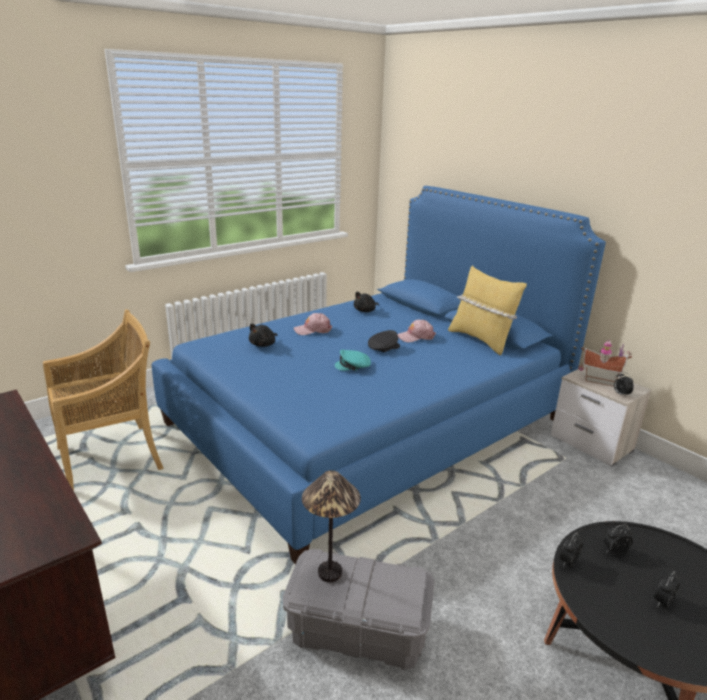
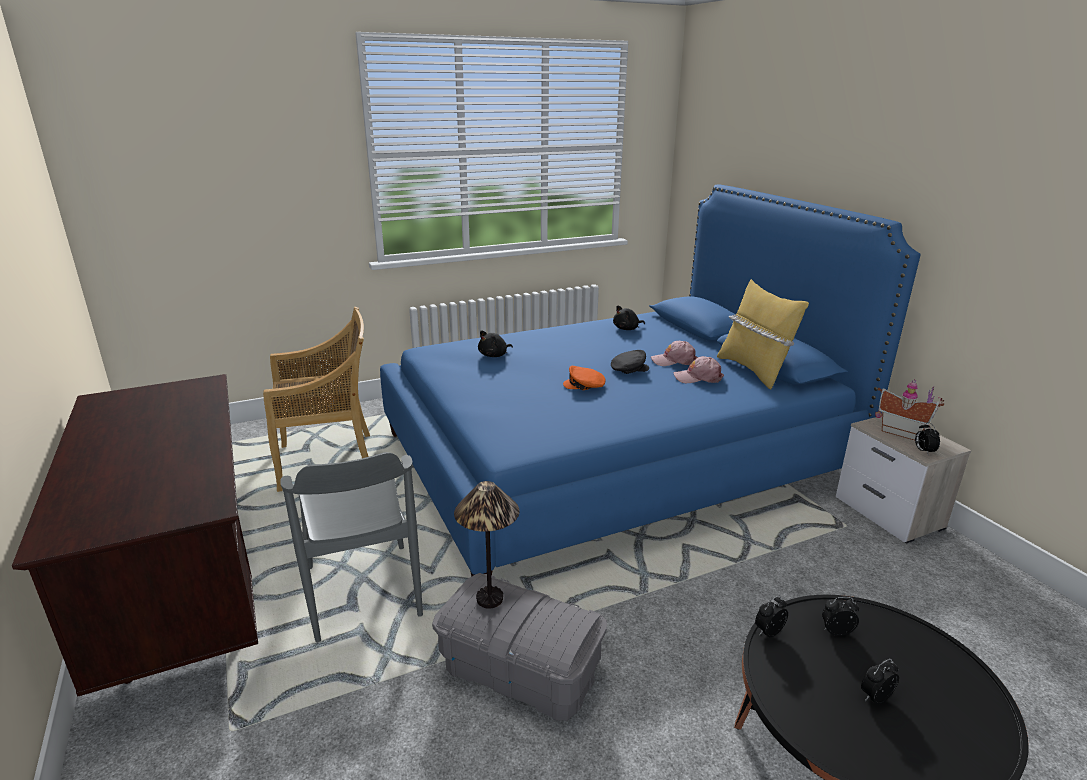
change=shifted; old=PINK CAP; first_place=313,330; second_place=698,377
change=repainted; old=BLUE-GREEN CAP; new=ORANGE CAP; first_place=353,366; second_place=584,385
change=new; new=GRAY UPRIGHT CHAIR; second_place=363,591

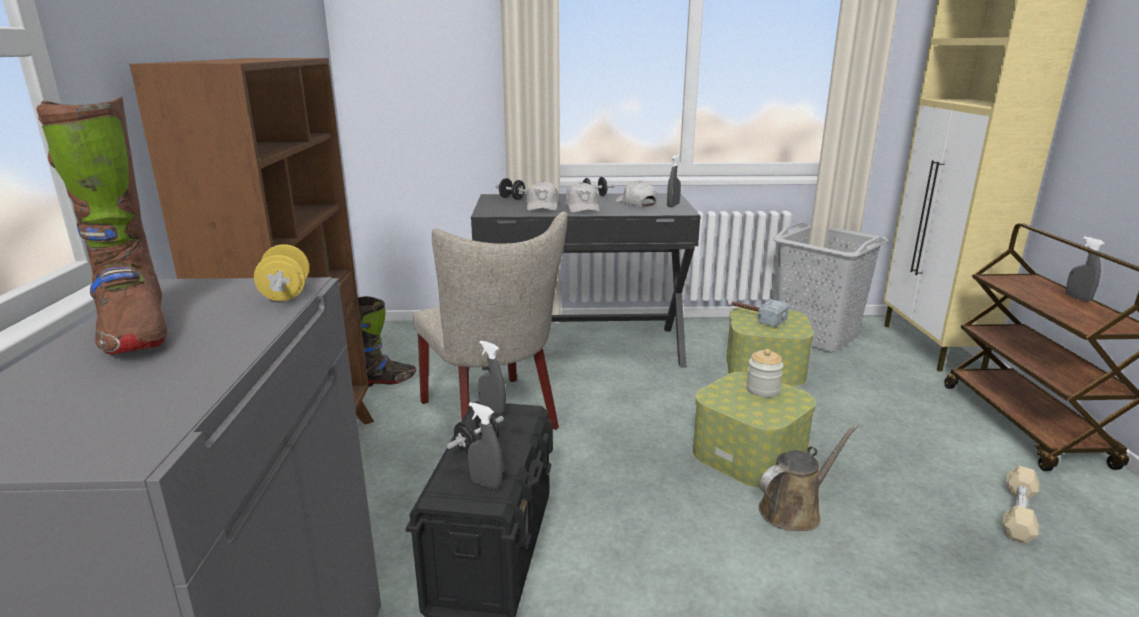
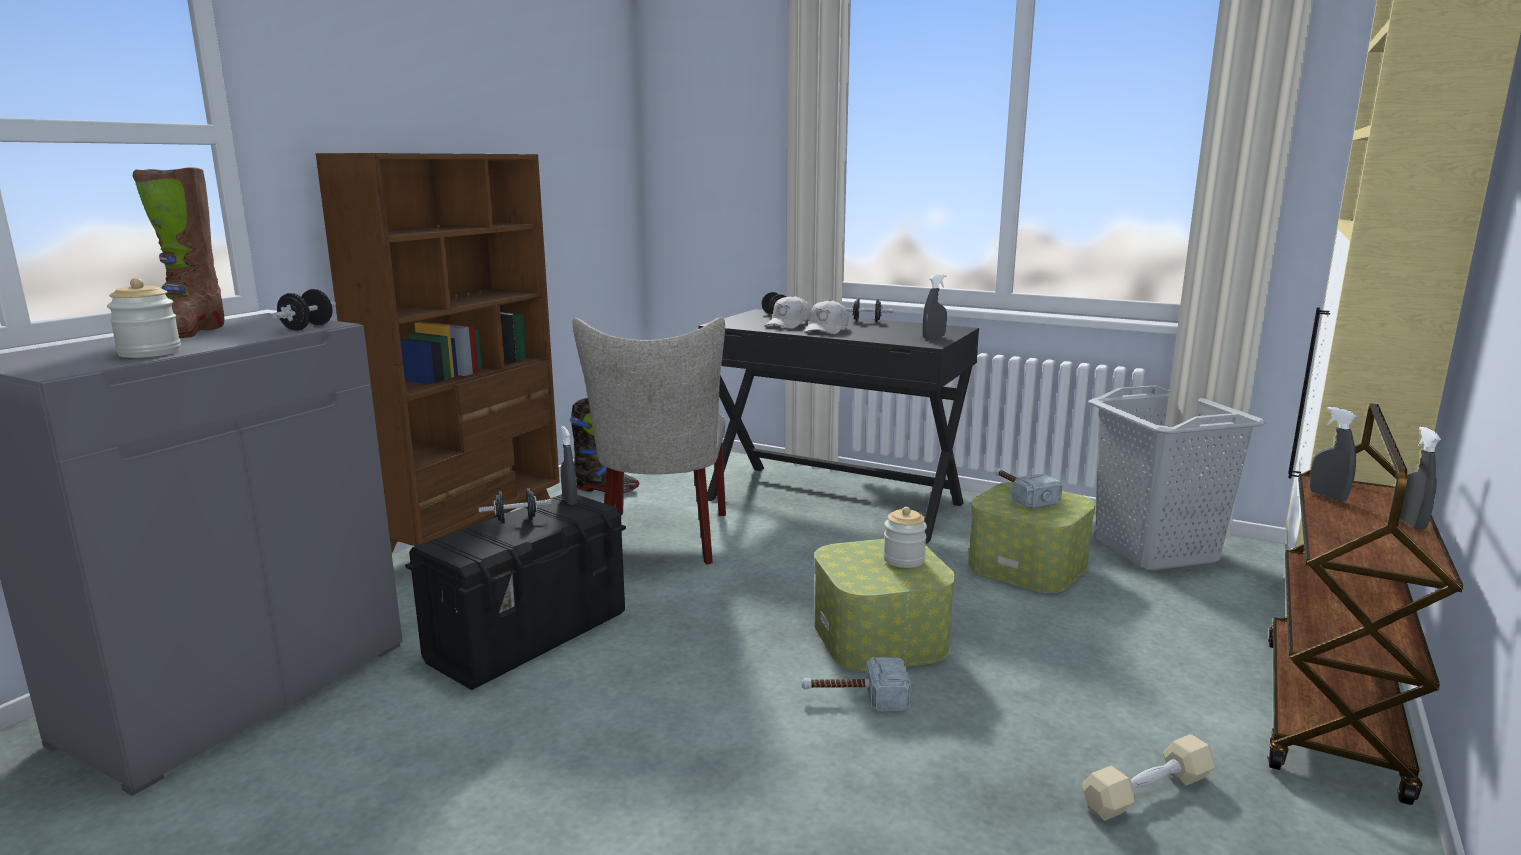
change=repainted; old=YELLOWISH HAND WEIGHT; new=BLACKISH HAND WEIGHT; first_place=286,294; second_place=307,327
change=shifted; old=GRAY SPRAY BOTTLE; first_place=486,483; second_place=1327,496
change=gone; old=WHITE-COLOURED CAP; first_place=636,204
change=swapped; old=BROWNISH SPRINKLING CAN; new=TOOL HAMMER; first_place=794,510; second_place=854,697
change=new; new=JAR; second_place=150,353

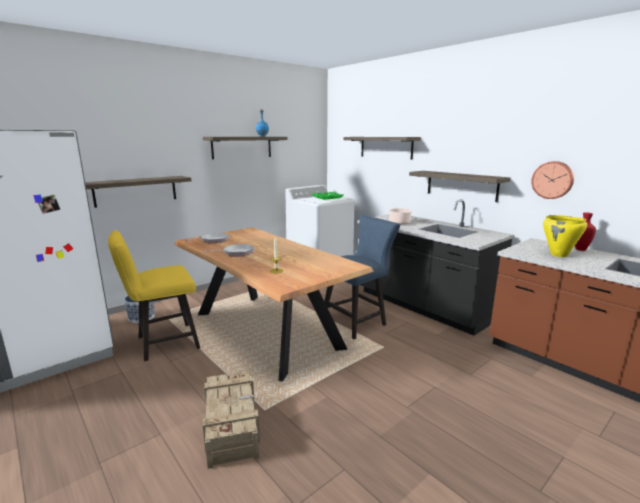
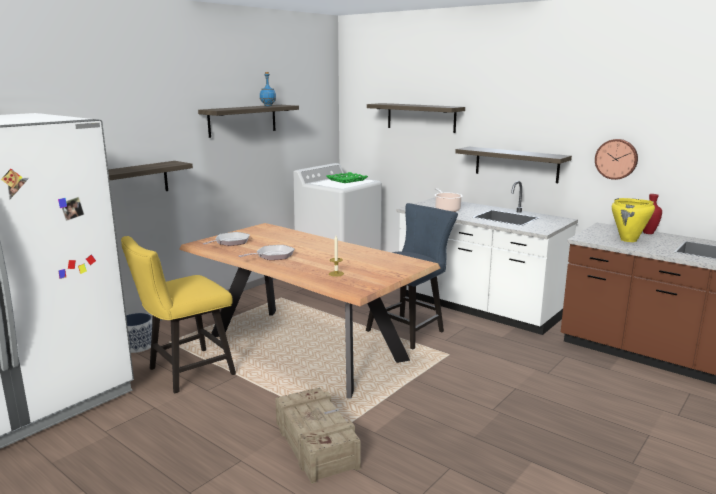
change=repainted; old=BLACKISH KITCHEN COUNTER; new=WHITE-COLOURED KITCHEN COUNTER; first_place=422,305; second_place=478,307

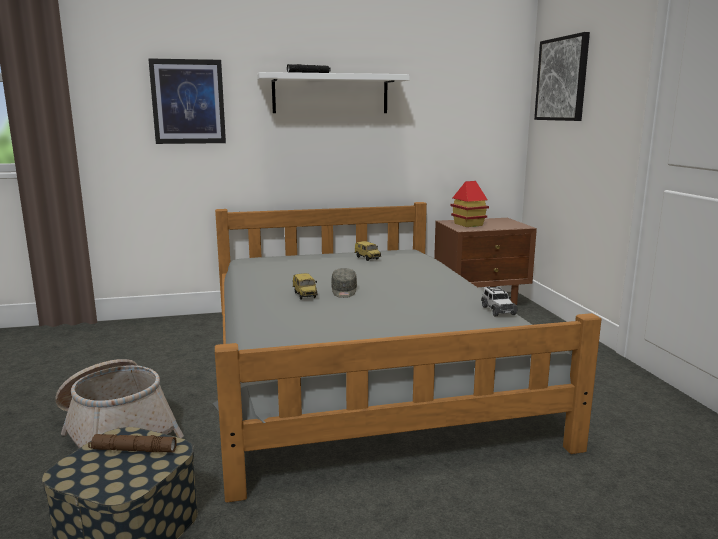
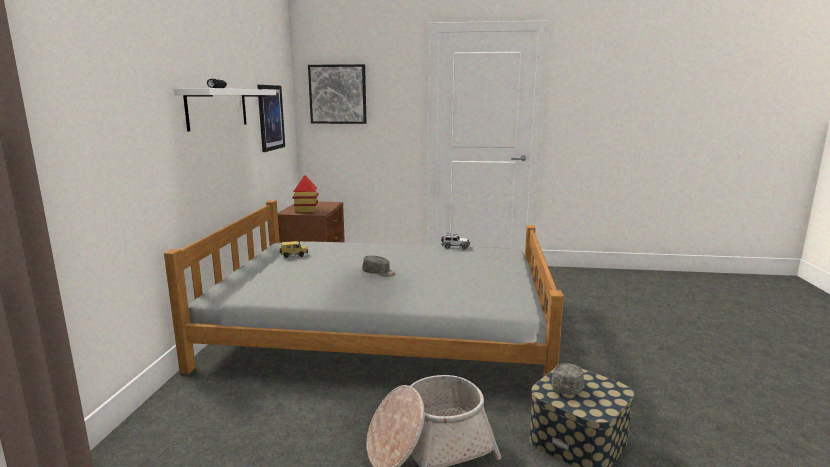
change=swapped; old=BROWNISH TORCH; new=GRAY CAP; first_place=133,450; second_place=567,386
change=shifted; old=WALL ART; first_place=188,102; second_place=270,117
change=gone; old=TOY CAR; first_place=306,296

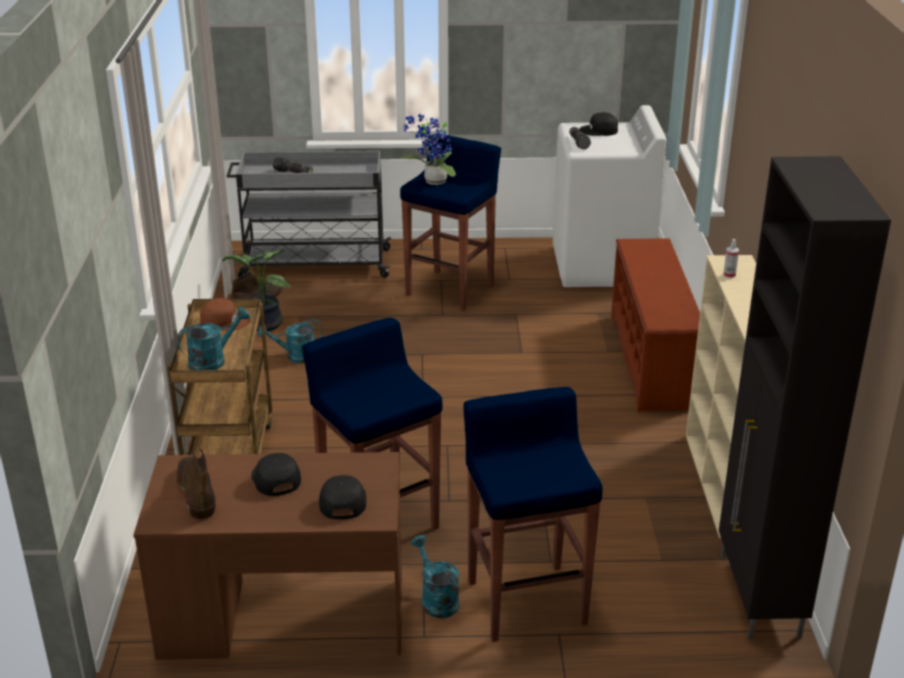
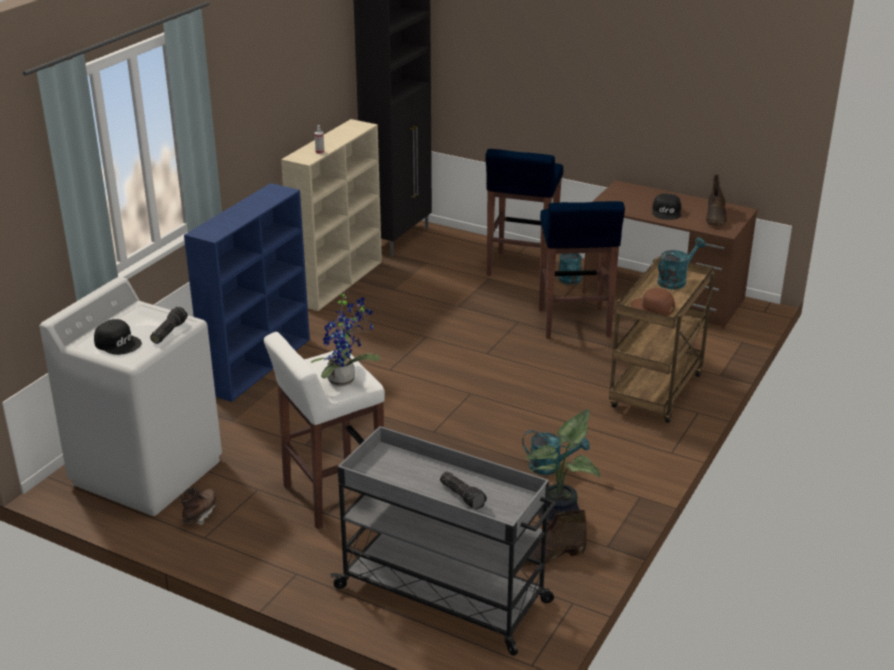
change=rotated; old=BLUE-GREEN SPRINKLING CAN; first_place=213,360; second_place=675,280; degrees=150
change=gone; old=BLACKISH CAP; first_place=341,501
change=repainted; old=BLUE-COLOURED STOOL SEAT; new=WHITE-COLOURED STOOL SEAT; first_place=451,290; second_place=331,496
change=swapped; old=BROWNISH SHOE RACK; new=BLUE-COLOURED BOOKSHELF; first_place=651,361; second_place=258,364
change=new; new=BROWNISH HIGH-TOP BOOT; second_place=200,514

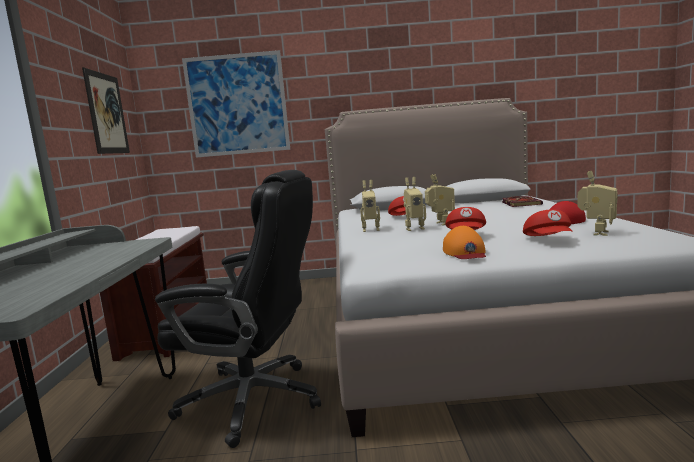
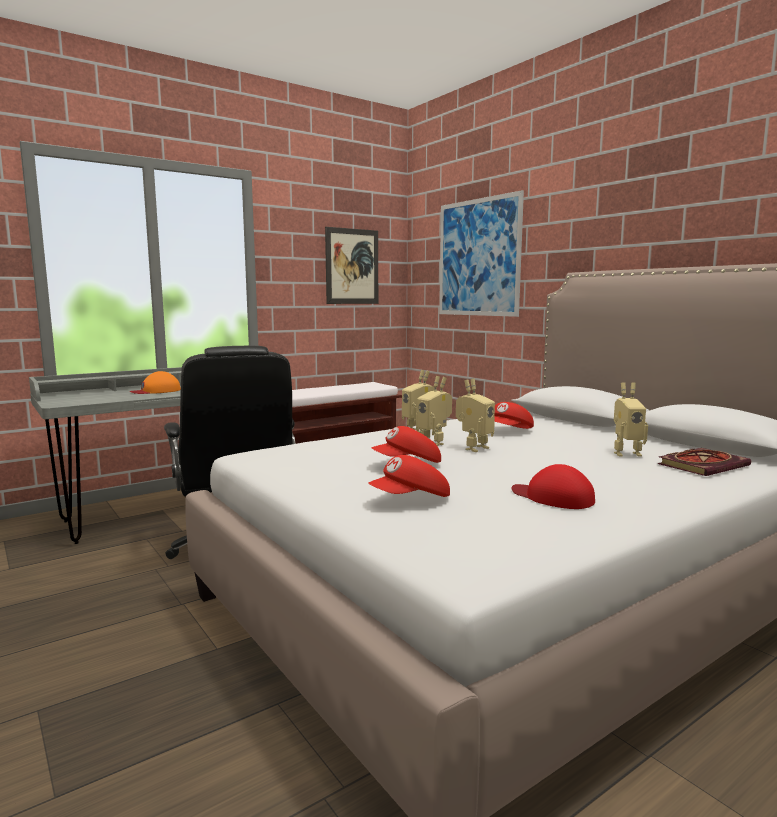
change=shifted; old=ORANGE CAP; first_place=465,252; second_place=156,391
change=shifted; old=TOY ROBOT; first_place=596,233; second_place=625,453

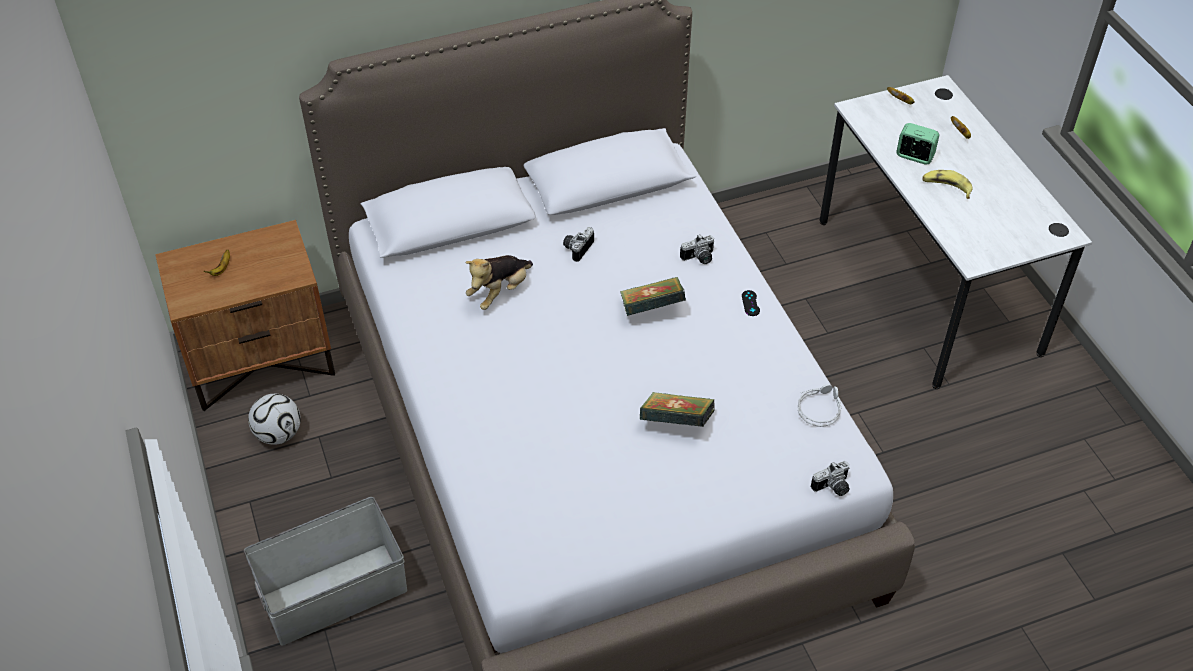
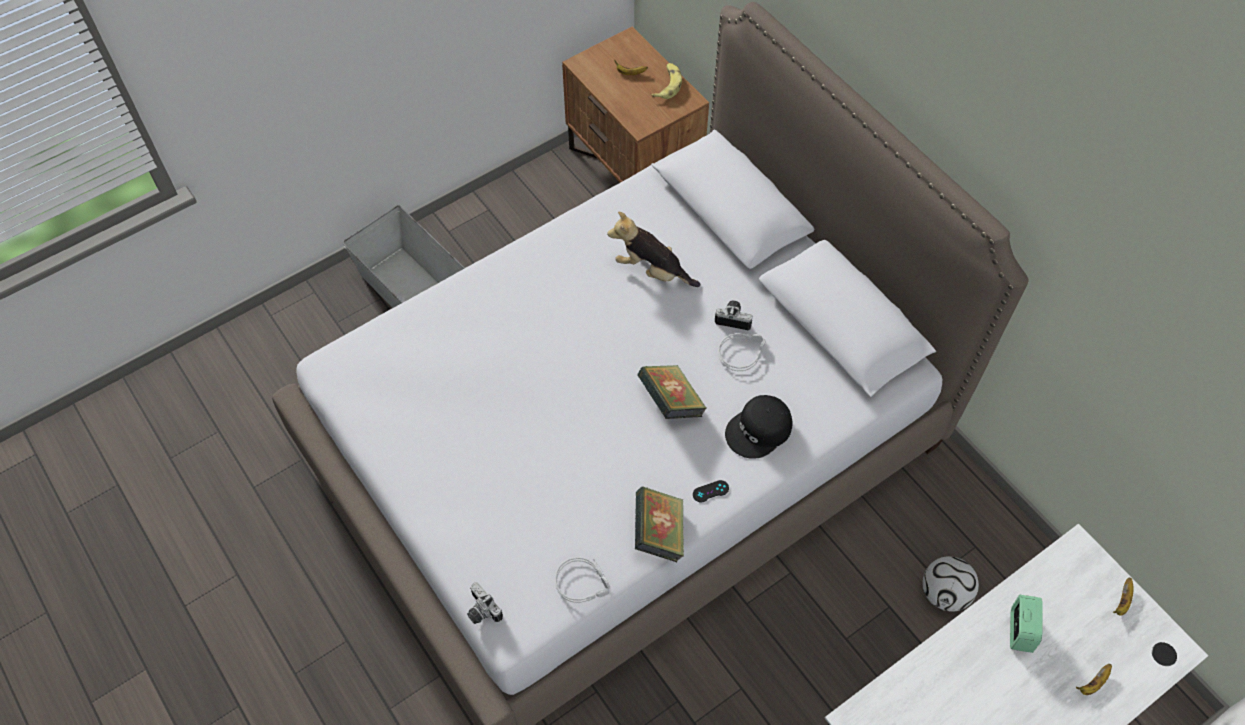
change=shifted; old=FOOTBALL; first_place=278,434; second_place=944,593
change=shifted; old=VOLUME; first_place=676,423; second_place=659,533
change=swapped; old=STILL CAMERA; new=BLACKISH CAP; first_place=699,258; second_place=759,430
change=shifted; old=WHOLE BANANA; first_place=946,187; second_place=667,85
change=new; new=GRAY HEADPHONES; second_place=741,352

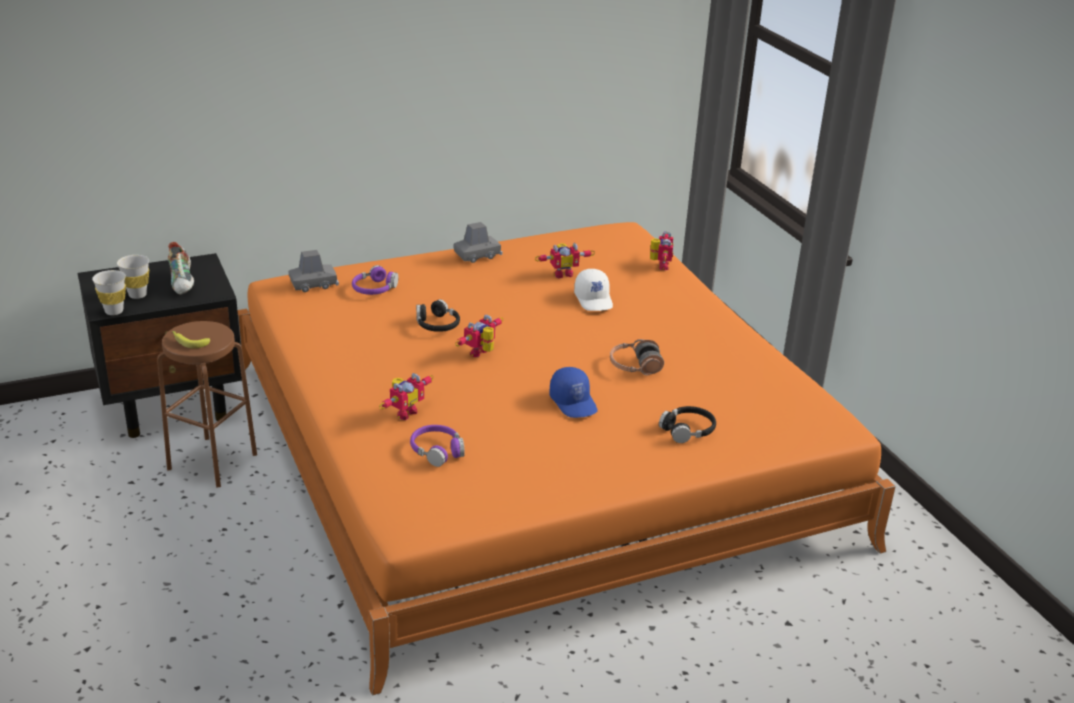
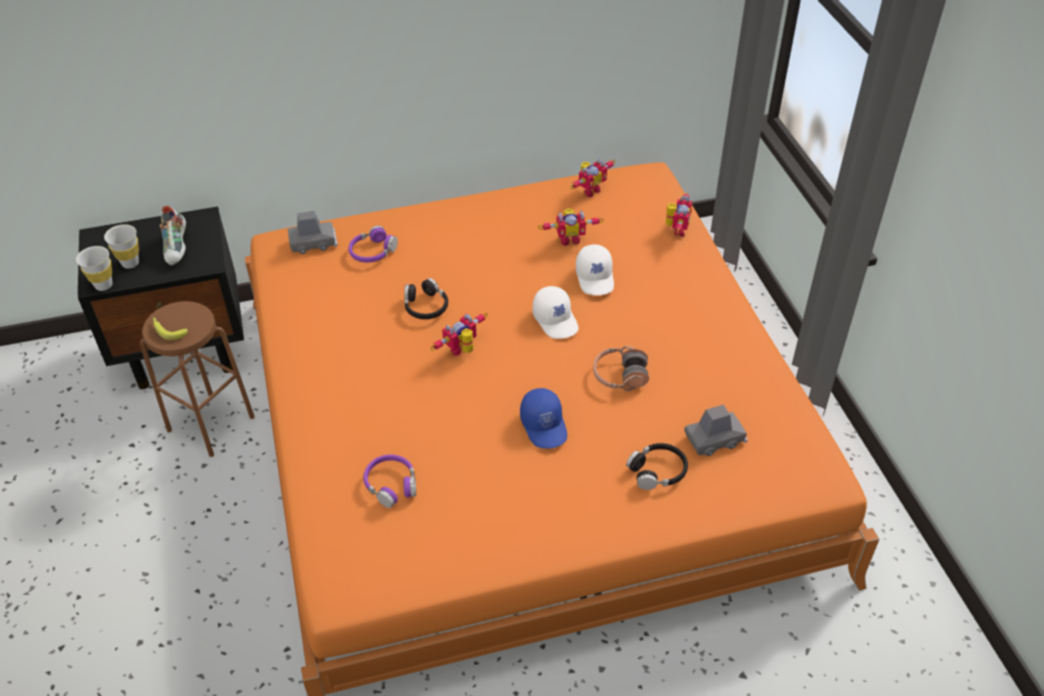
change=shifted; old=TOY ROBOT; first_place=404,412; second_place=589,190
change=shifted; old=GRAY TOY CAR; first_place=477,255; second_place=714,439
change=new; new=WHITE-COLOURED CAP; second_place=556,320

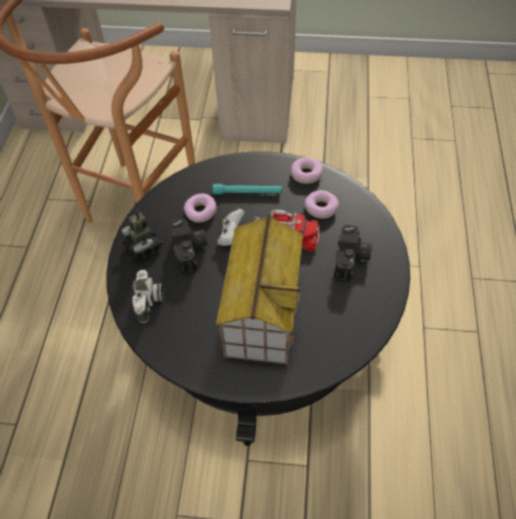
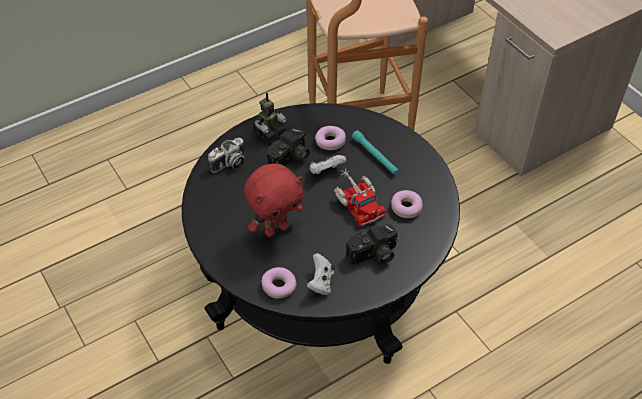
change=rotated; old=TOY ROBOT; first_place=143,247; second_place=269,132; degrees=-150
change=swapped; old=MINIATURE HOUSE; new=REDDISH SOFT TOY; first_place=262,313; second_place=276,229
change=shifted; old=DOUGHNUT; first_place=306,174; second_place=279,286
change=new; new=WHITE-COLOURED JOYPAD; second_place=321,282

